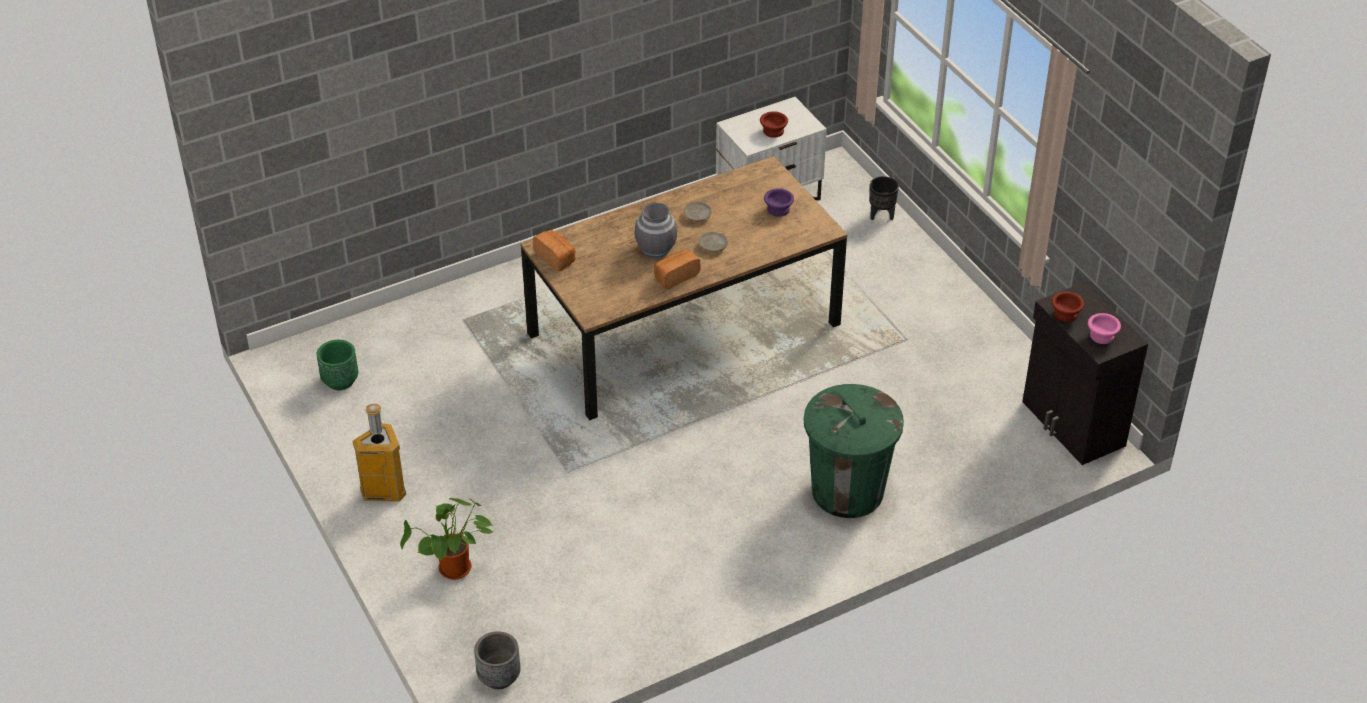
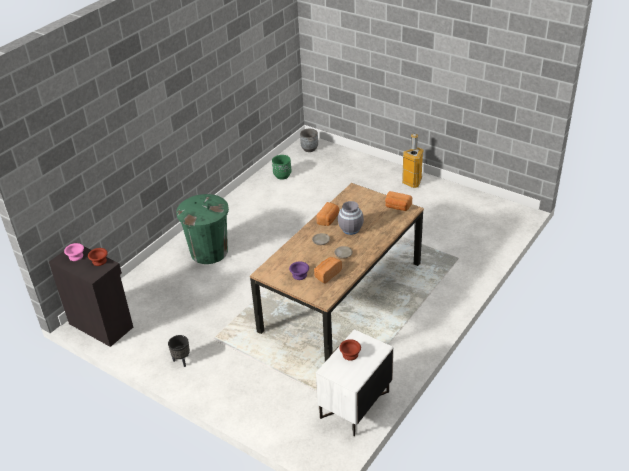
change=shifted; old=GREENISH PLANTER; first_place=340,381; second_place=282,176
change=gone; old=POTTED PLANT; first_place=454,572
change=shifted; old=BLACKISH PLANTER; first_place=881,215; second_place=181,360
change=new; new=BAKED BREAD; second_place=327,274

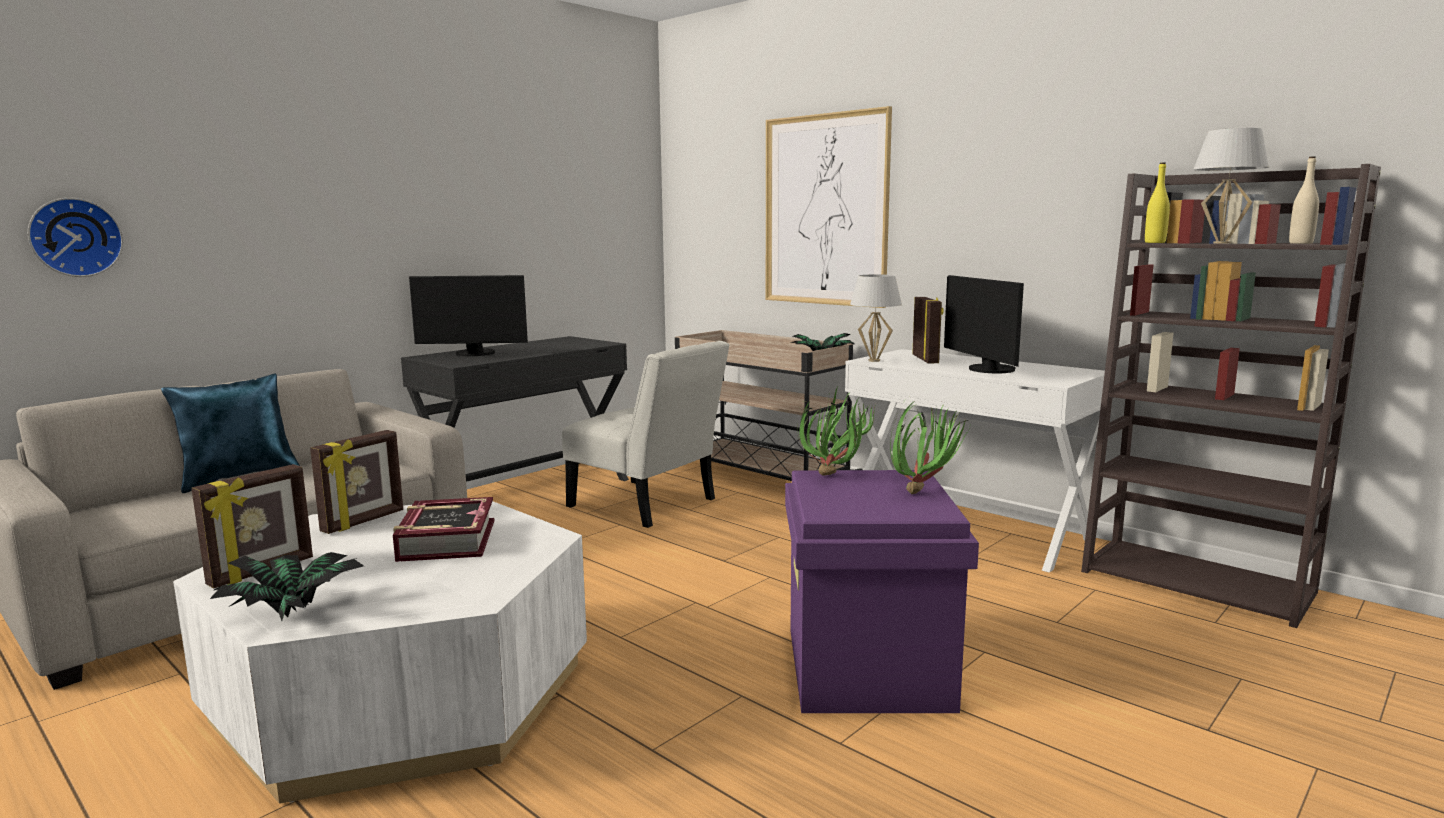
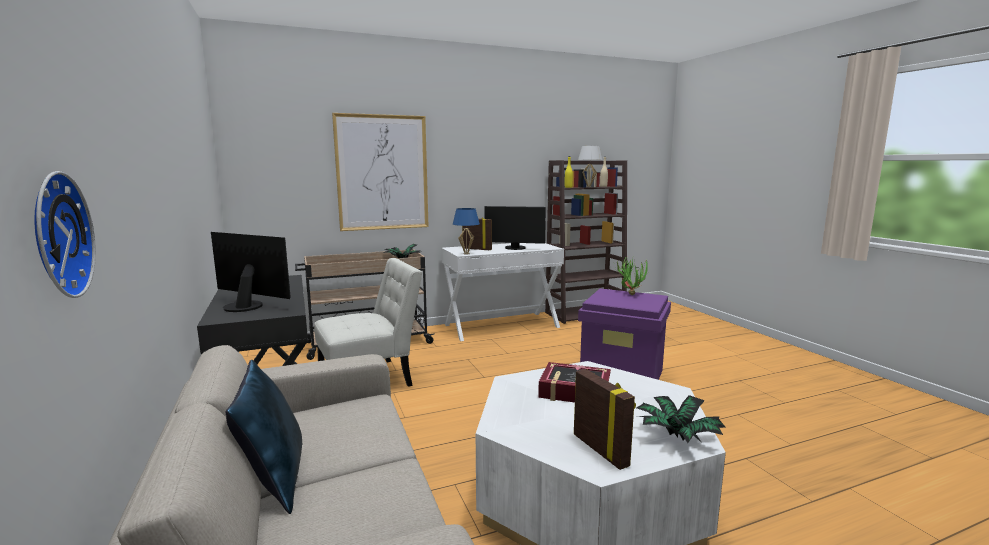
change=gone; old=PICTURE FRAME; first_place=364,521
change=rotated; old=COMPUTER DISPLAY; first_place=474,354; second_place=246,306; degrees=-90
change=gone; old=POTTED PLANT; first_place=835,477
change=repainted; old=WHITE-COLOURED LAMP FOR A TABLE; new=BLUE-COLOURED LAMP FOR A TABLE; first_place=874,360; second_place=466,253

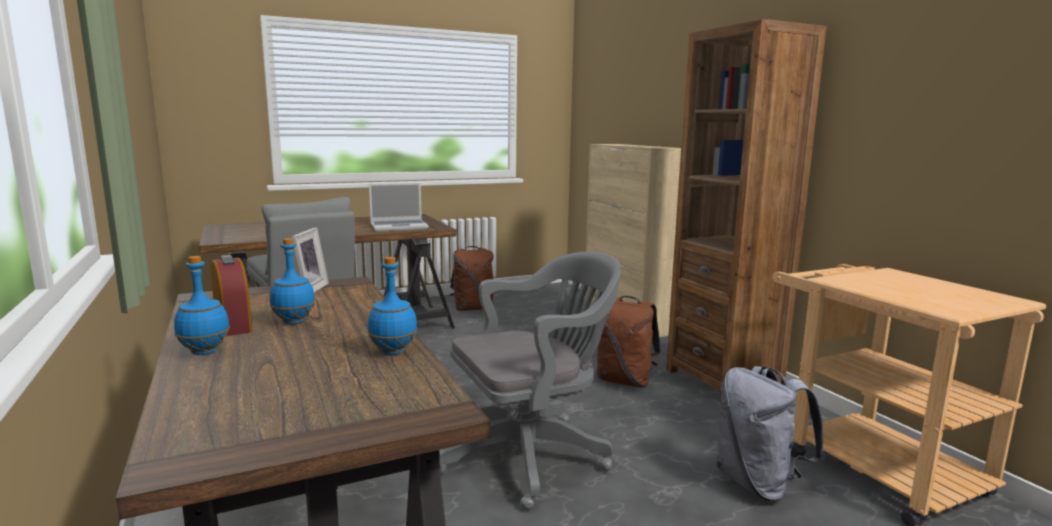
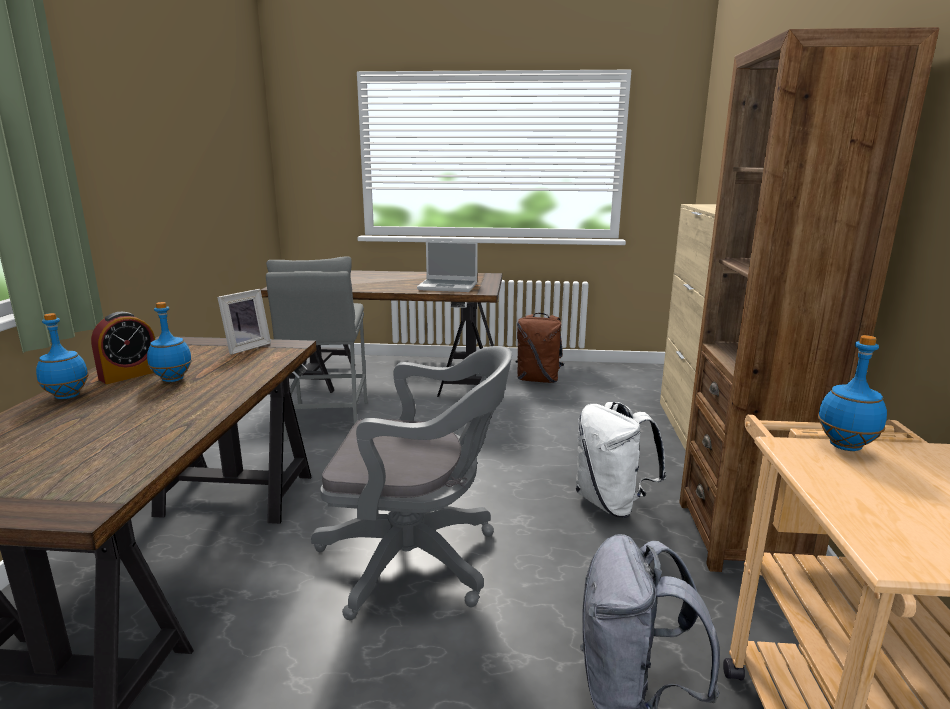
change=rotated; old=BEDSIDE CLOCK; first_place=233,326; second_place=130,375; degrees=45
change=shifted; old=BLUE-COLOURED DRINK BOTTLE; first_place=393,351; second_place=845,446
change=repainted; old=BROWNISH RUCKSACK; new=WHITE-COLOURED RUCKSACK; first_place=625,381; second_place=612,503

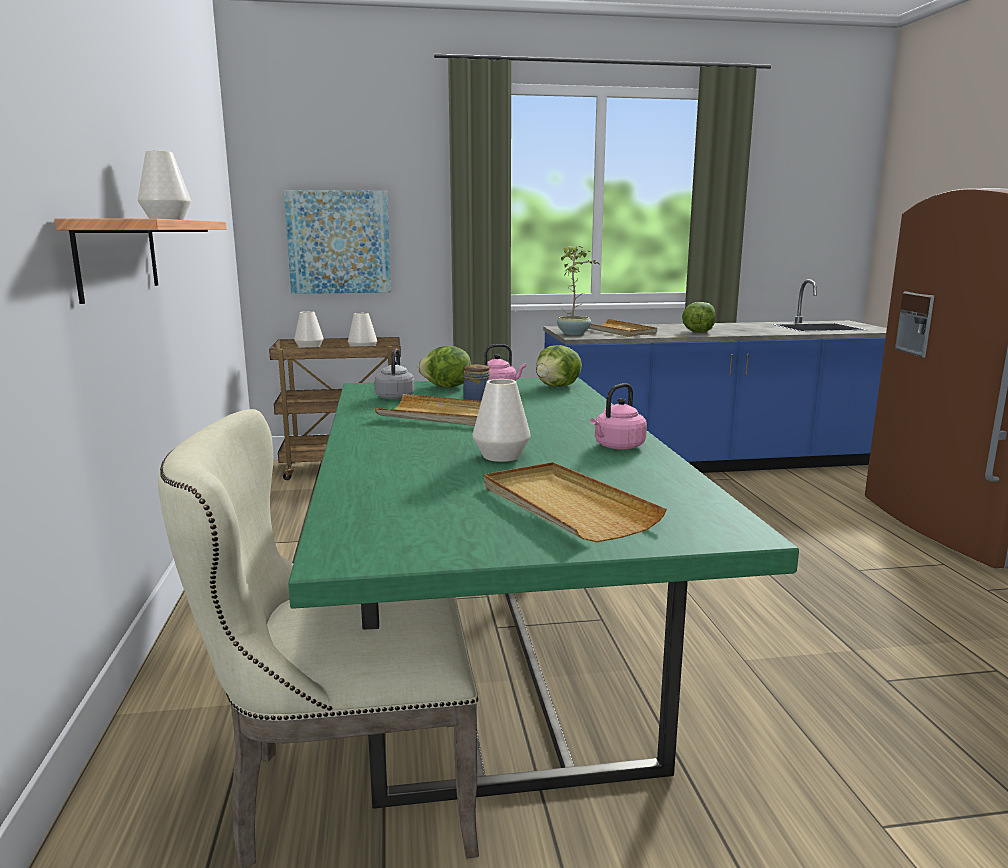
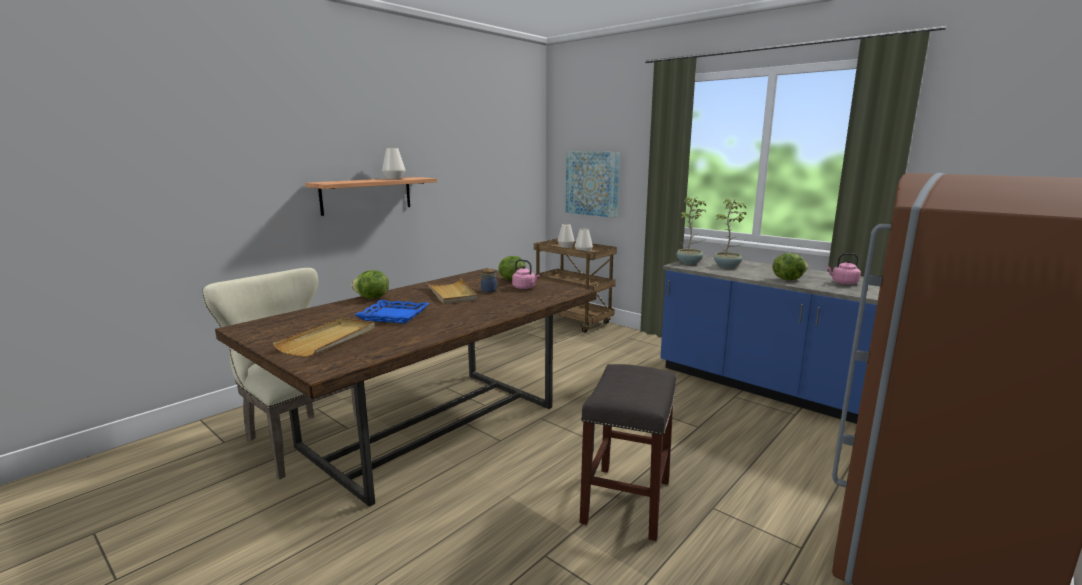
change=repainted; old=GREENISH DINING TABLE; new=BROWNISH DINING TABLE; first_place=492,649; second_place=435,425
change=gone; old=GRAY TEA KETTLE; first_place=395,397
change=swapped; old=WHITE-COLOURED DECORATIVE VASE; new=BLUE-COLOURED TRAY; first_place=501,456; second_place=394,315
change=shifted; old=LETTUCE HEAD; first_place=558,386; second_place=372,298
change=swapped; old=BEIGE-COLOURED TRAY; new=POTTED PLANT; first_place=617,331; second_place=727,266
change=shifted; old=PINK TEA KETTLE; first_place=617,447; second_place=843,282
change=new; new=GRAY STOOL SEAT; second_place=627,502

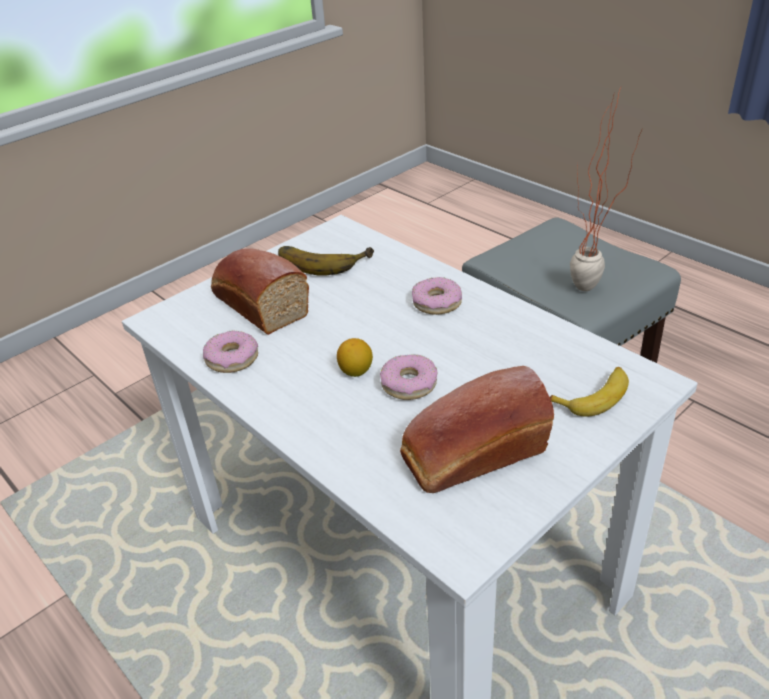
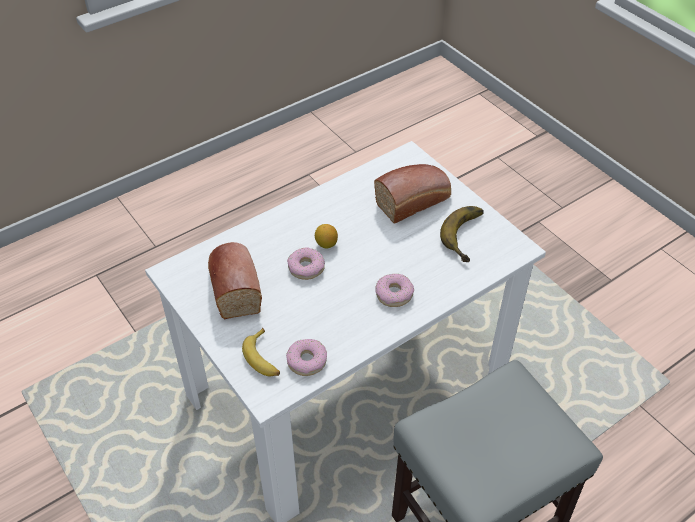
change=shifted; old=DOUGHNUT; first_place=232,359; second_place=306,361
change=gone; old=POTTED PLANT; first_place=589,293

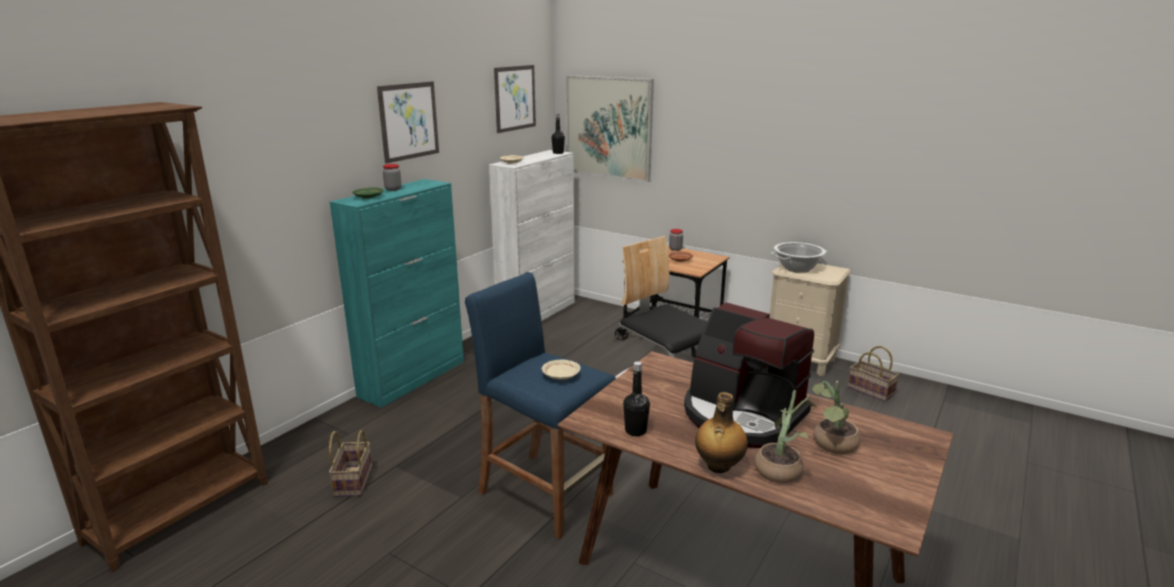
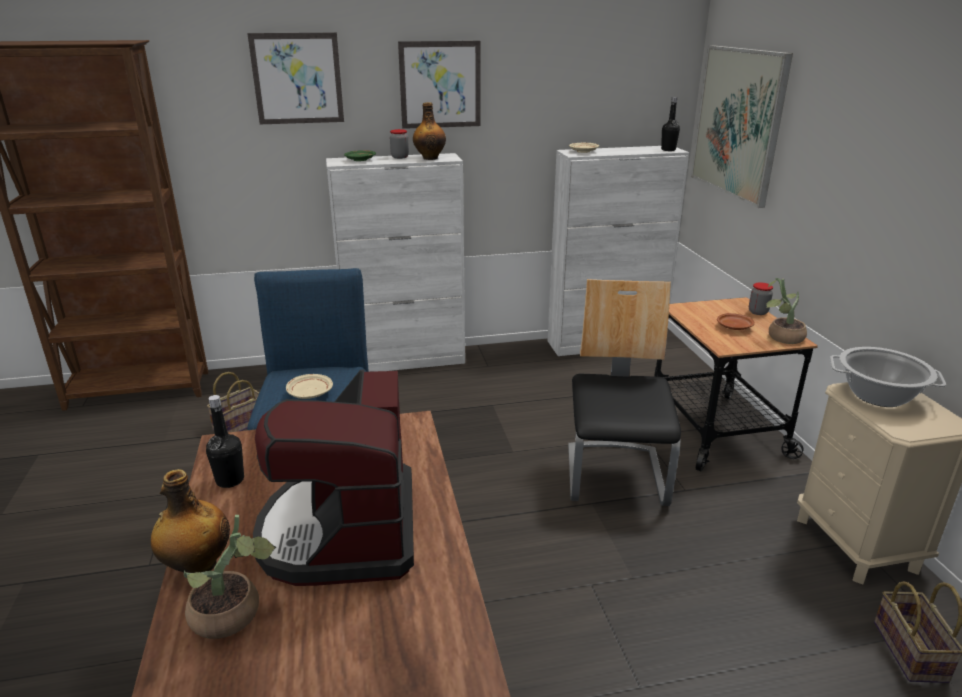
change=repainted; old=BLUE-GREEN CUPBOARD; new=WHITE-COLOURED CUPBOARD; first_place=413,378; second_place=405,360
change=shifted; old=WALL ART; first_place=515,98; second_place=297,79
change=shifted; old=POTTED PLANT; first_place=832,446; second_place=781,337
change=new; new=DRINK BOTTLE; second_place=430,158

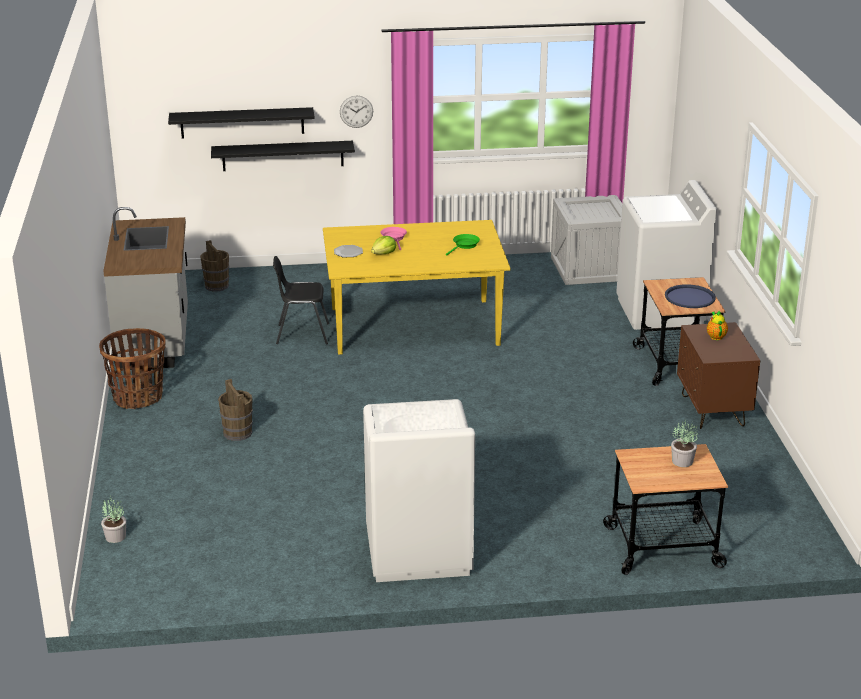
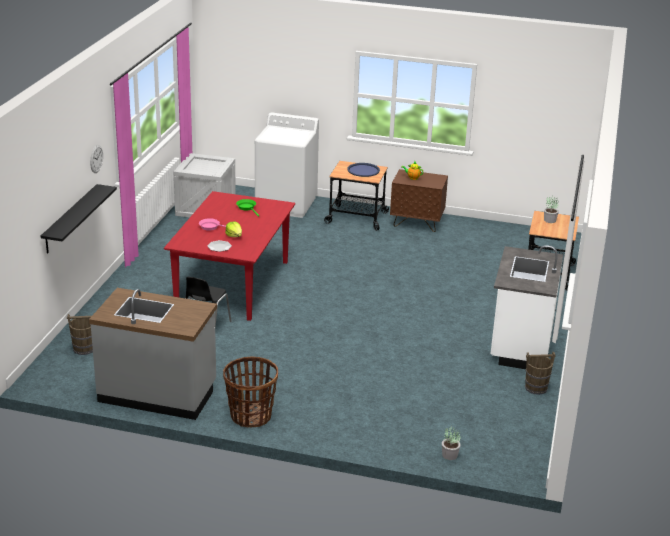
change=gone; old=BLACKISH WALL SHELF; first_place=242,122
change=shifted; old=BROWNISH BUCKET; first_place=237,433; second_place=535,388
change=repainted; old=YELLOWISH DINING TABLE; new=REDDISH DINING TABLE; first_place=414,326; second_place=232,284
change=swapped; old=WHITE-COLOURED WASHING MACHINE; new=WHITE-COLOURED KITCHEN COUNTER; first_place=417,551; second_place=519,345

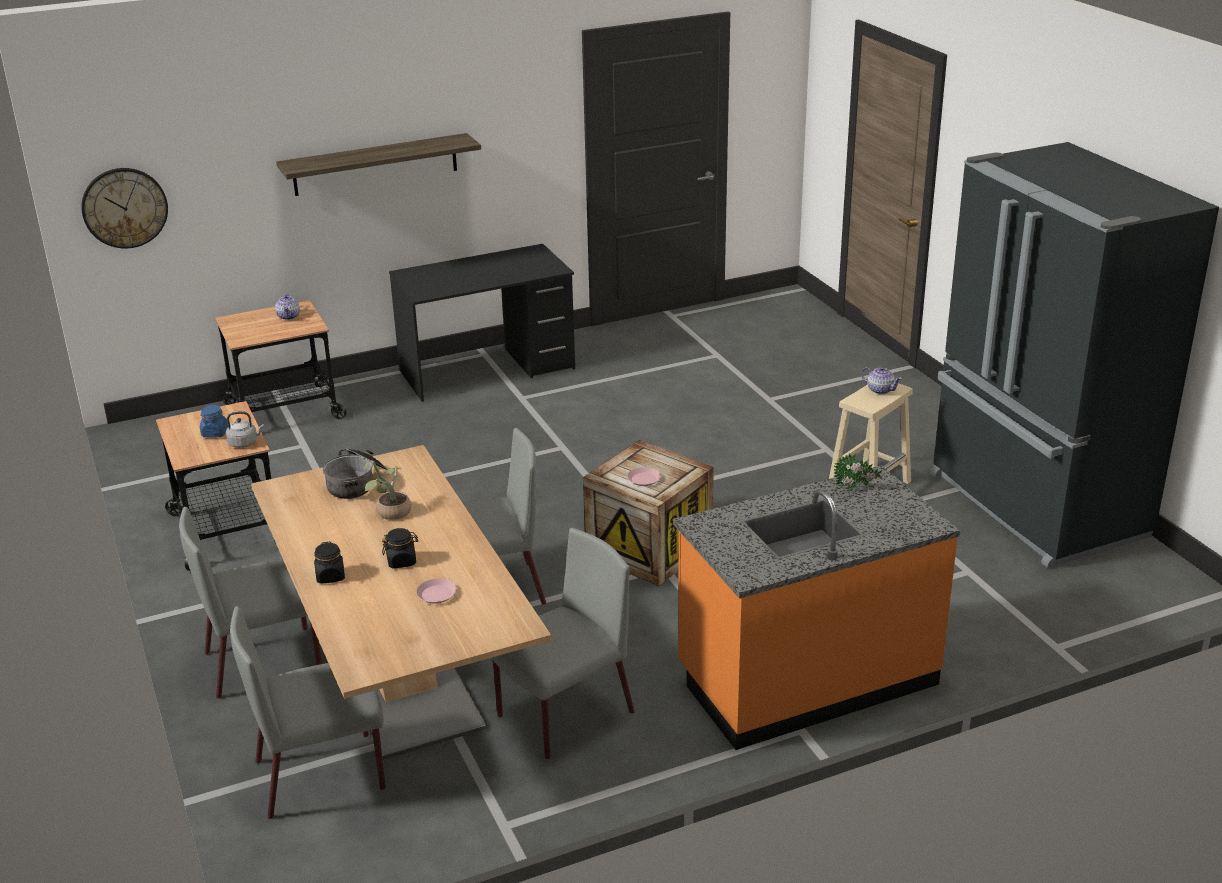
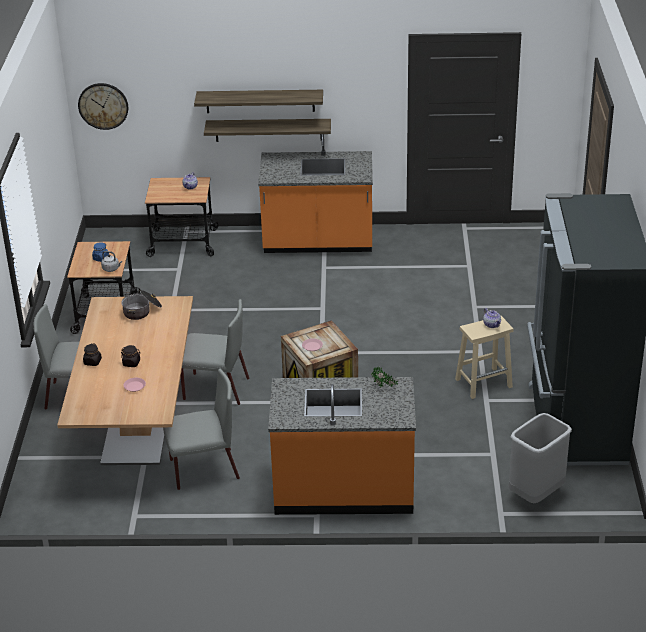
change=gone; old=GRAY UPRIGHT CHAIR; first_place=322,774
change=gone; old=POTTED PLANT; first_place=389,512
change=swapped; old=BLACKISH DESK; new=ORANGE KITCHEN COUNTER; first_place=487,370; second_place=318,242
change=new; new=WALL SHELF; second_place=268,130
change=new; new=GRAY WASTE BIN; second_place=536,494

